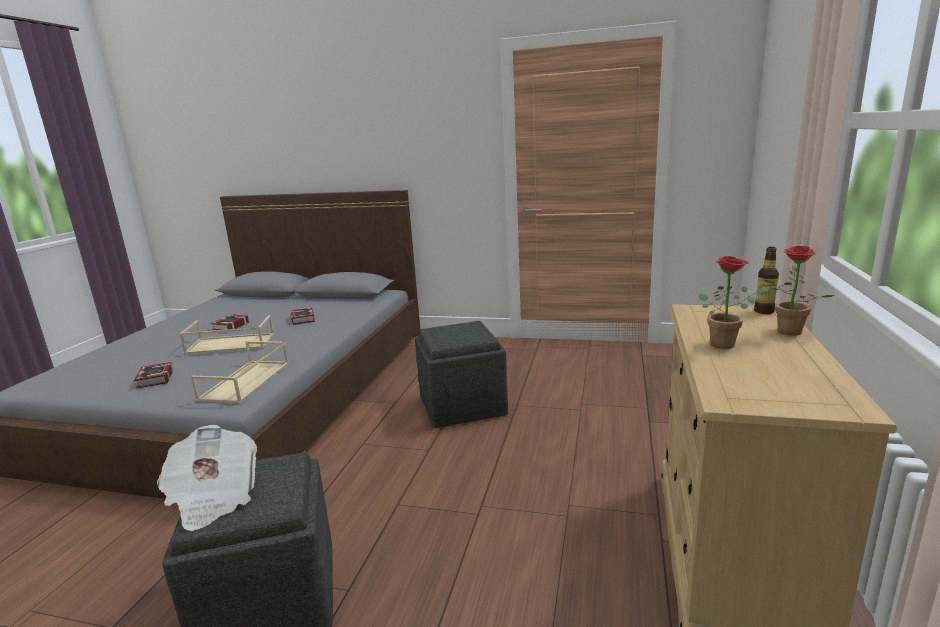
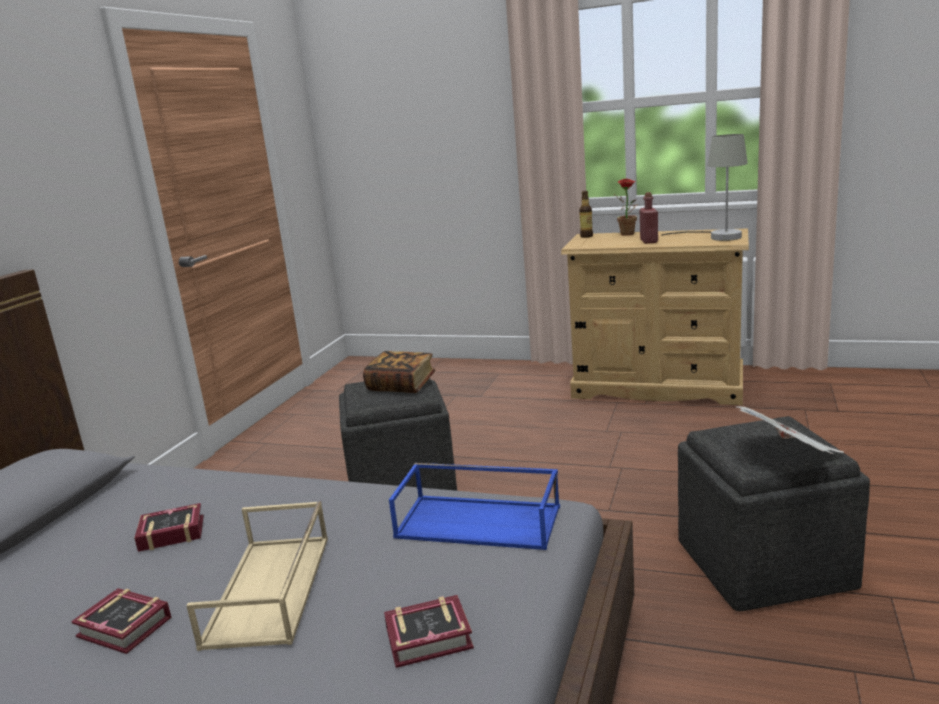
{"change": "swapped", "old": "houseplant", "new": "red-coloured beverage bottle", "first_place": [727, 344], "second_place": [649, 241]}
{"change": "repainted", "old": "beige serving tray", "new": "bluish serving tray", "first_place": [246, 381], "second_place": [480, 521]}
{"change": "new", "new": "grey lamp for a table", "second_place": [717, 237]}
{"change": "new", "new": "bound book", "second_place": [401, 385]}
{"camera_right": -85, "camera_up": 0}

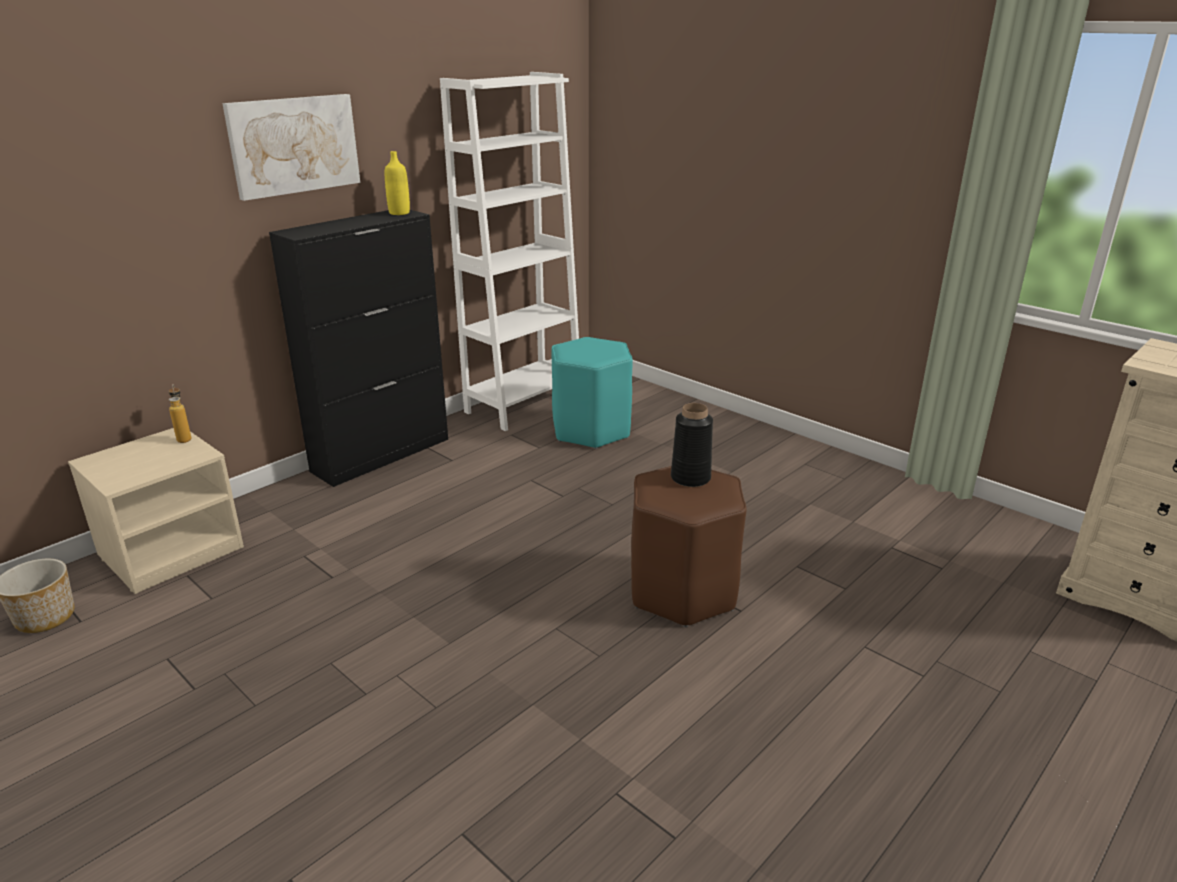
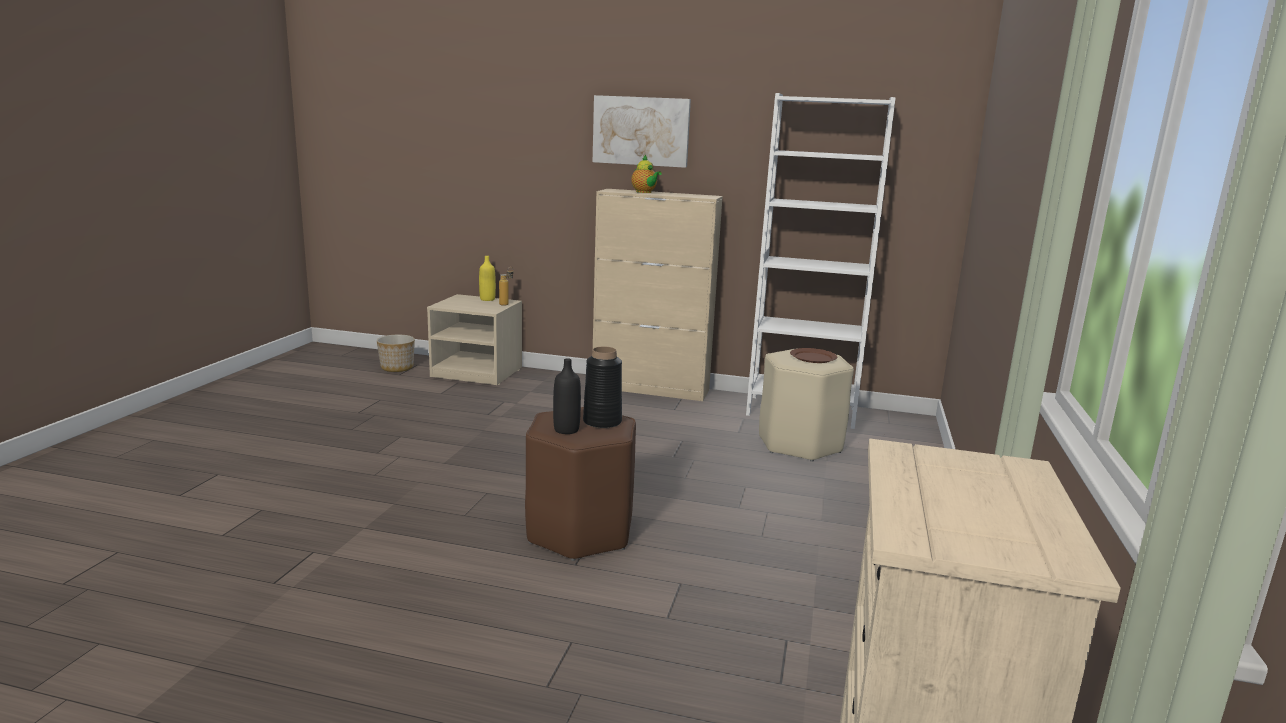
{"change": "shifted", "old": "yellowish beverage bottle", "first_place": [399, 213], "second_place": [487, 299]}
{"change": "repainted", "old": "blackish storage cabinet", "new": "beige storage cabinet", "first_place": [382, 455], "second_place": [651, 389]}
{"change": "repainted", "old": "blue-green sitting stool", "new": "beige sitting stool", "first_place": [591, 430], "second_place": [800, 444]}
{"change": "new", "new": "pot for tea", "second_place": [645, 192]}
{"change": "new", "new": "brown-coloured flat dish", "second_place": [813, 357]}
{"change": "new", "new": "blackish beverage bottle", "second_place": [566, 430]}
{"camera_right": 60, "camera_up": -10}

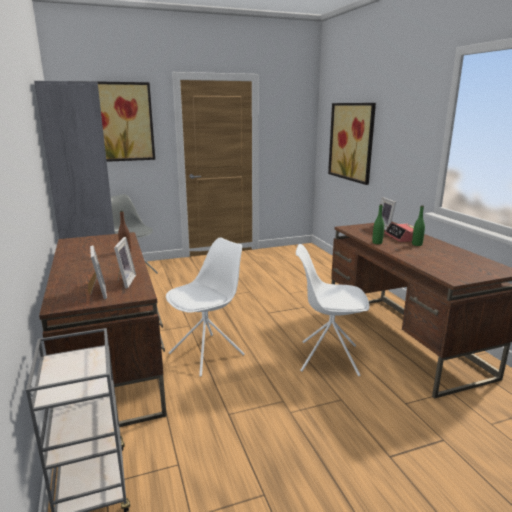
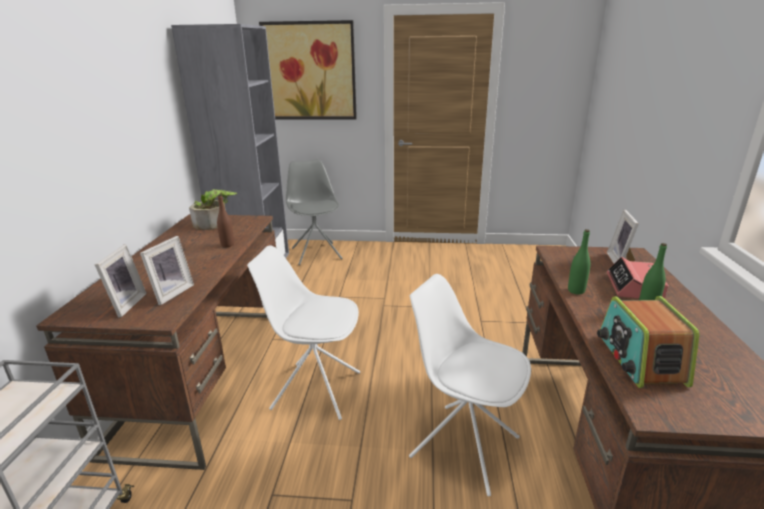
{"change": "gone", "old": "picture", "first_place": [351, 142]}
{"change": "rotated", "old": "whitish plain chair", "first_place": [208, 354], "second_place": [315, 390], "degrees": -150}
{"change": "new", "new": "houseplant", "second_place": [215, 224]}
{"change": "new", "new": "radio", "second_place": [639, 359]}
{"camera_right": 25, "camera_up": 5}

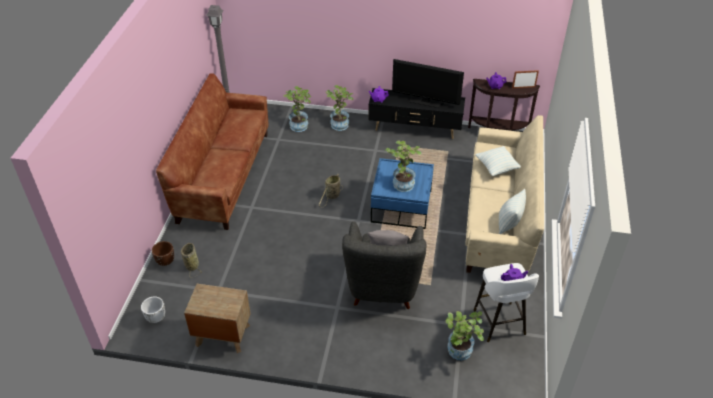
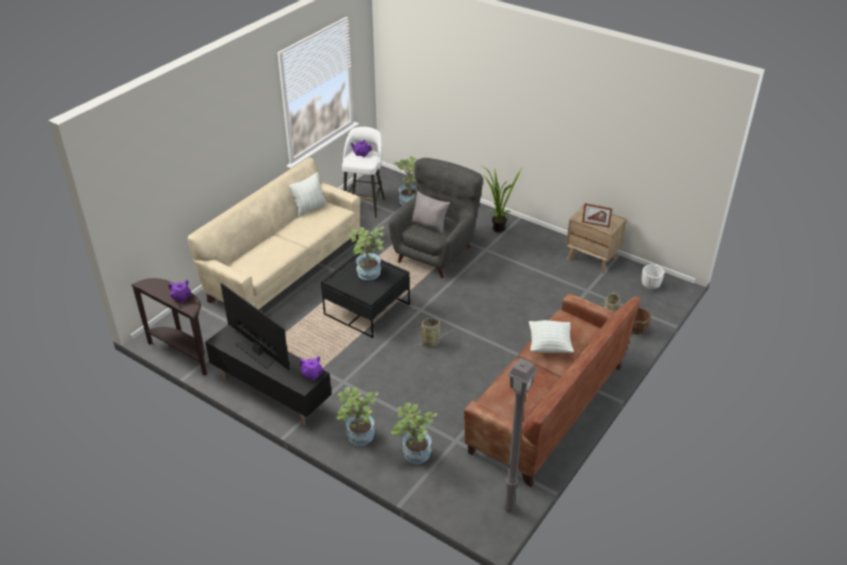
{"change": "shifted", "old": "photo frame", "first_place": [523, 87], "second_place": [595, 224]}
{"change": "shifted", "old": "cushion", "first_place": [496, 168], "second_place": [549, 345]}
{"change": "repainted", "old": "bluish low table", "new": "blackish low table", "first_place": [401, 206], "second_place": [367, 309]}
{"change": "new", "new": "houseplant", "second_place": [496, 228]}
{"camera_right": -155, "camera_up": -5}

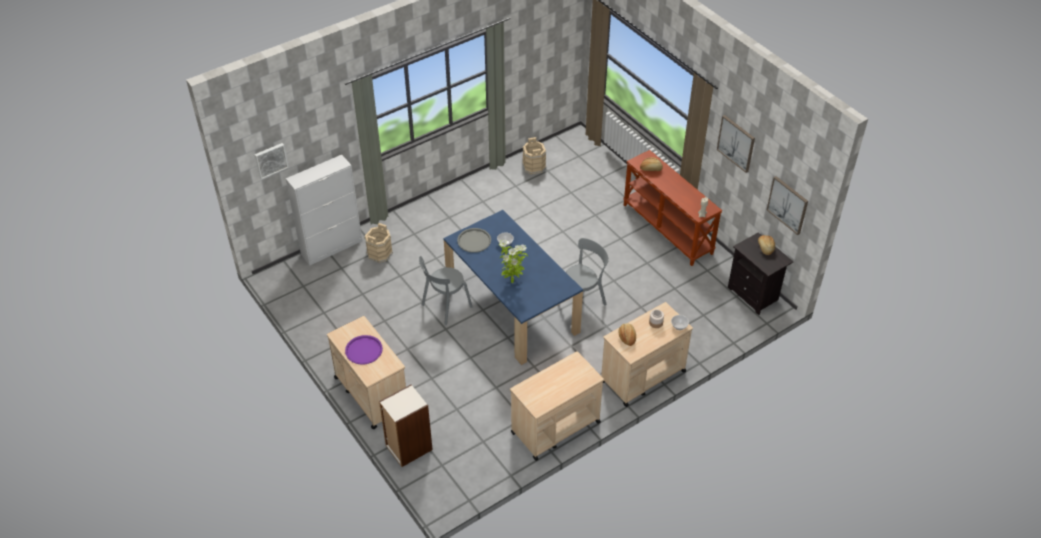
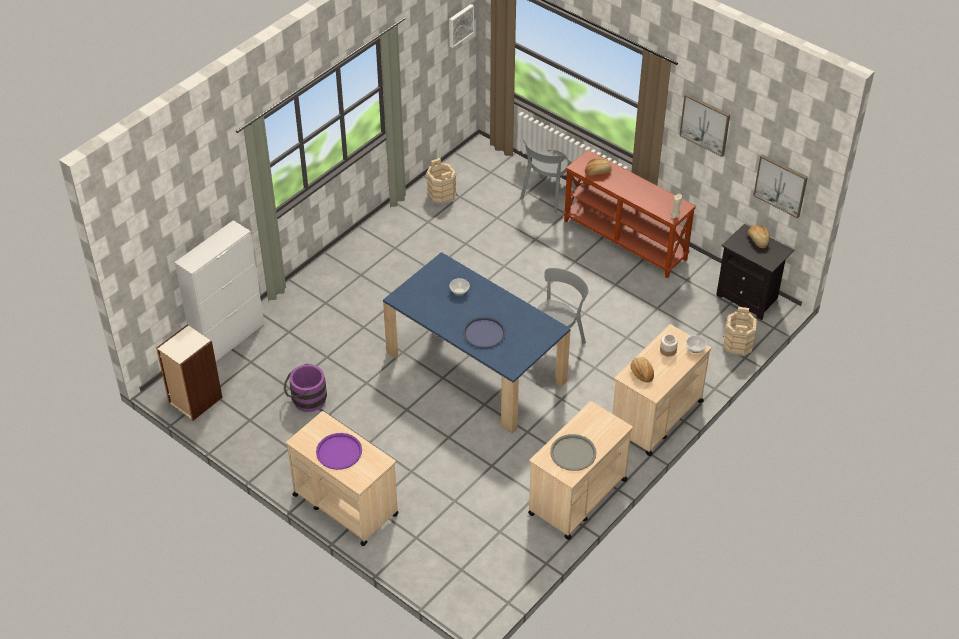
{"change": "shifted", "old": "picture", "first_place": [271, 160], "second_place": [460, 25]}
{"change": "shifted", "old": "beige pail", "first_place": [379, 253], "second_place": [737, 345]}
{"change": "shifted", "old": "grey serving tray", "first_place": [474, 241], "second_place": [573, 453]}
{"change": "swapped", "old": "houseplant", "new": "bluish serving tray", "first_place": [512, 280], "second_place": [484, 333]}
{"change": "shifted", "old": "grey plain chair", "first_place": [445, 307], "second_place": [546, 196]}
{"change": "shifted", "old": "bookshelf", "first_place": [408, 448], "second_place": [195, 401]}
{"change": "new", "new": "purple pail", "second_place": [306, 399]}
{"camera_right": -15, "camera_up": 0}

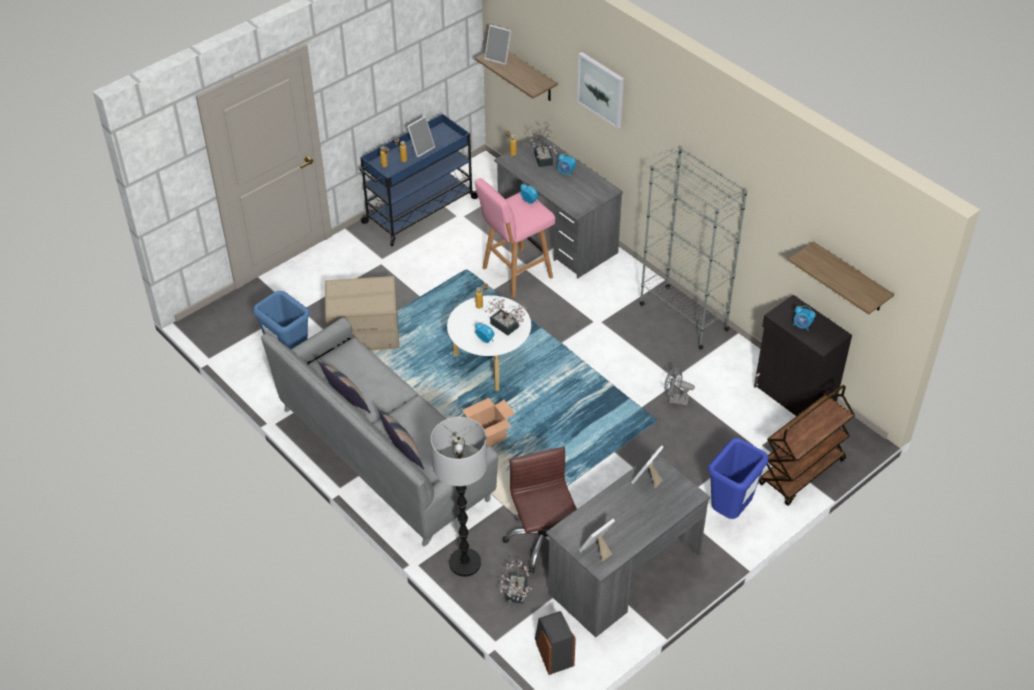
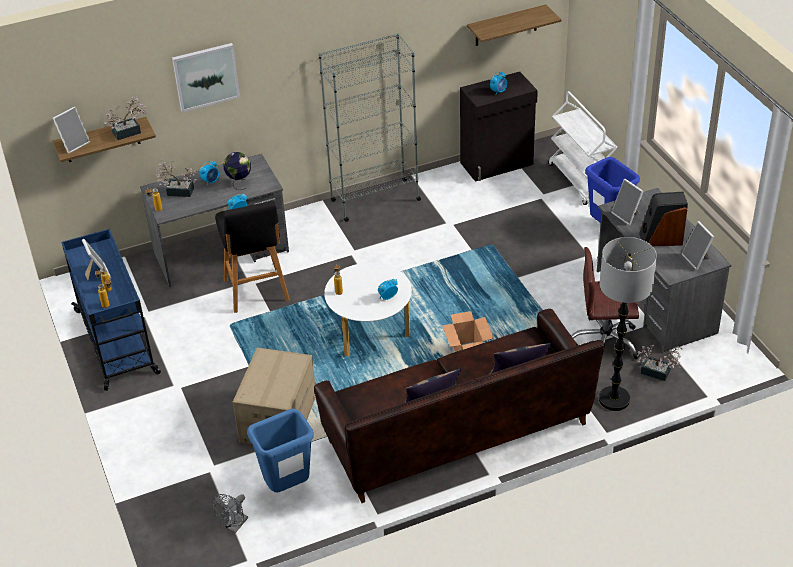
{"change": "repainted", "old": "pinkish sitting stool", "new": "blackish sitting stool", "first_place": [515, 273], "second_place": [257, 292]}
{"change": "shifted", "old": "houseplant", "first_place": [506, 327], "second_place": [130, 131]}
{"change": "repainted", "old": "grey settee", "new": "brown-coloured settee", "first_place": [383, 454], "second_place": [457, 432]}
{"change": "shifted", "old": "grey electric fan", "first_place": [675, 400], "second_place": [234, 526]}
{"change": "repainted", "old": "brown-coloured trolley", "new": "whitish trolley", "first_place": [802, 473], "second_place": [581, 181]}
{"change": "shifted", "old": "loudspeaker", "first_place": [553, 653], "second_place": [661, 238]}
{"change": "new", "new": "globe", "second_place": [239, 183]}
{"camera_right": -70, "camera_up": -5}

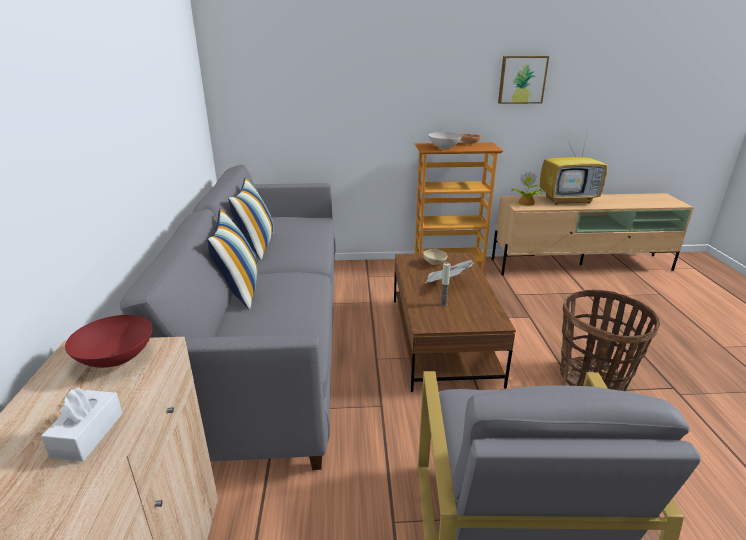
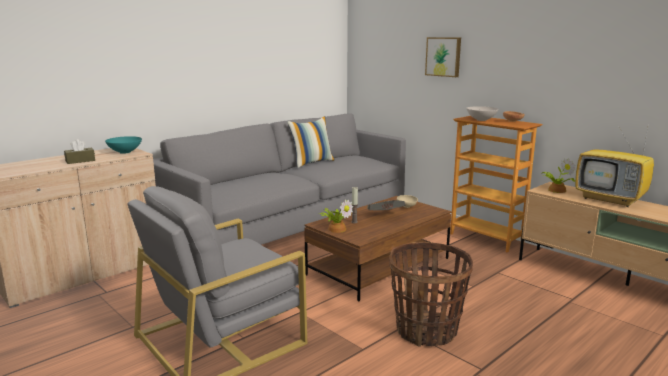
{"change": "shifted", "old": "picture", "first_place": [522, 79], "second_place": [443, 56]}
{"change": "gone", "old": "cushion", "first_place": [239, 290]}
{"change": "repainted", "old": "red-coloured deep dish", "new": "blue-green deep dish", "first_place": [117, 359], "second_place": [125, 152]}
{"change": "repainted", "old": "whitish tissue holder", "new": "brown-coloured tissue holder", "first_place": [88, 434], "second_place": [80, 161]}
{"change": "new", "new": "houseplant", "second_place": [337, 228]}
{"camera_right": 50, "camera_up": -10}

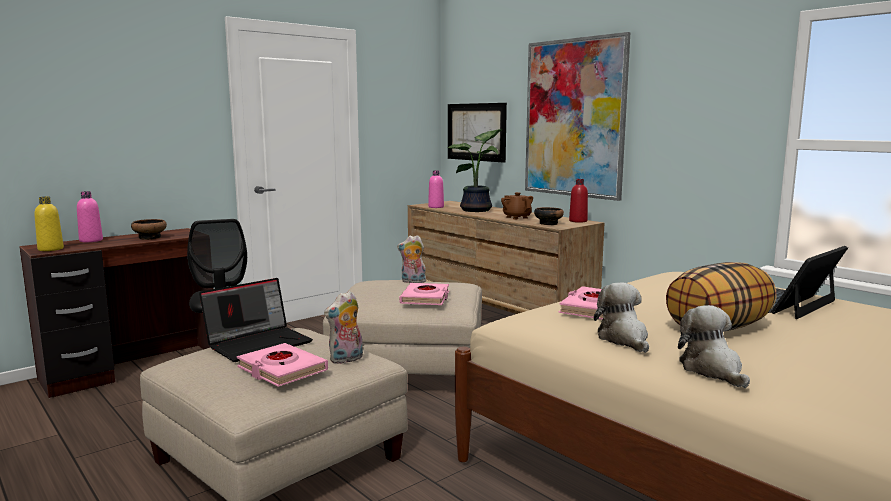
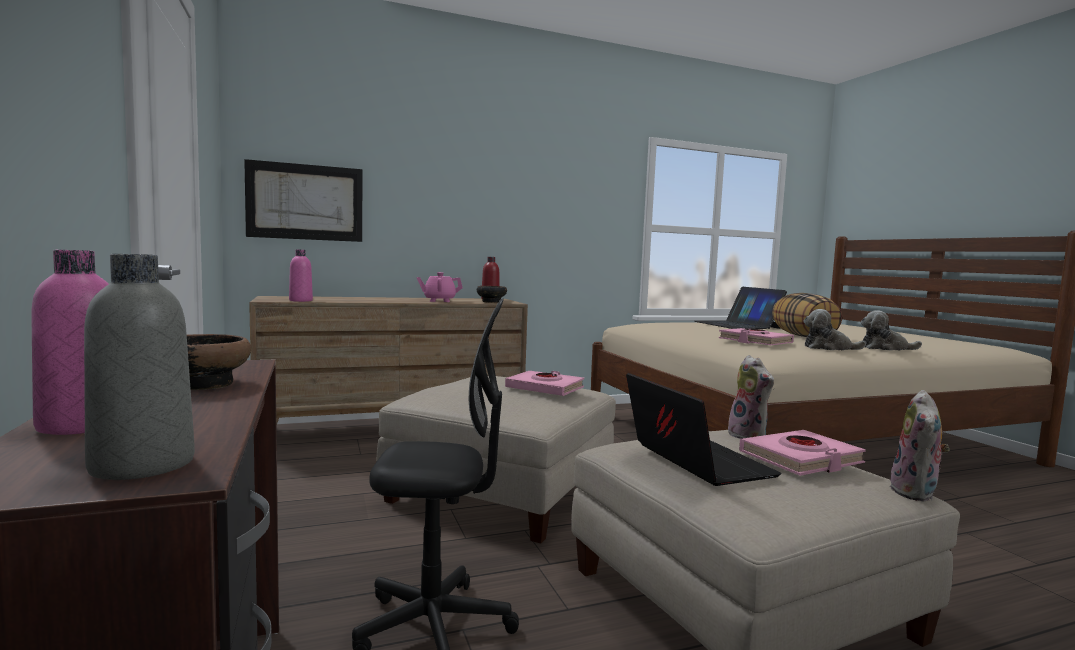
{"change": "gone", "old": "picture", "first_place": [574, 118]}
{"change": "gone", "old": "houseplant", "first_place": [478, 210]}
{"change": "repainted", "old": "brown-coloured pot for tea", "new": "pinkish pot for tea", "first_place": [517, 217], "second_place": [439, 301]}
{"change": "repainted", "old": "yellowish beverage bottle", "new": "grey beverage bottle", "first_place": [50, 249], "second_place": [142, 465]}
{"change": "shifted", "old": "soft toy", "first_place": [412, 282], "second_place": [916, 493]}
{"camera_right": -70, "camera_up": -5}

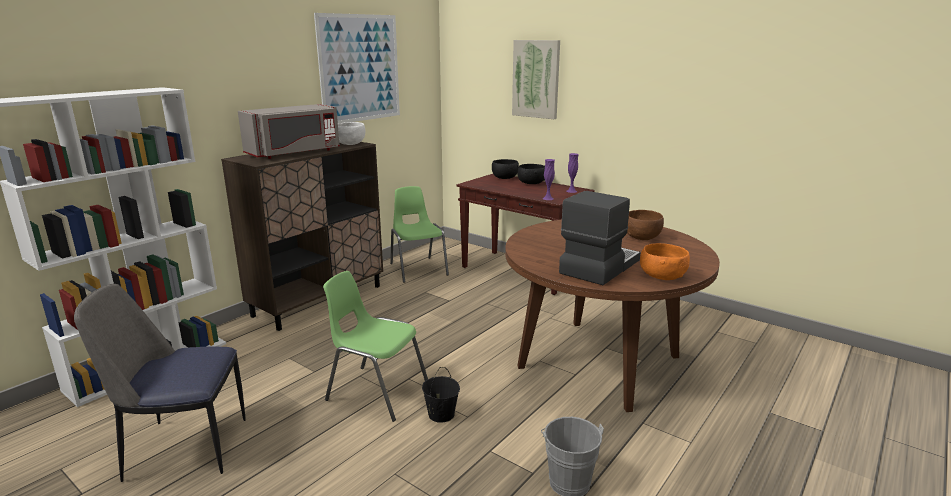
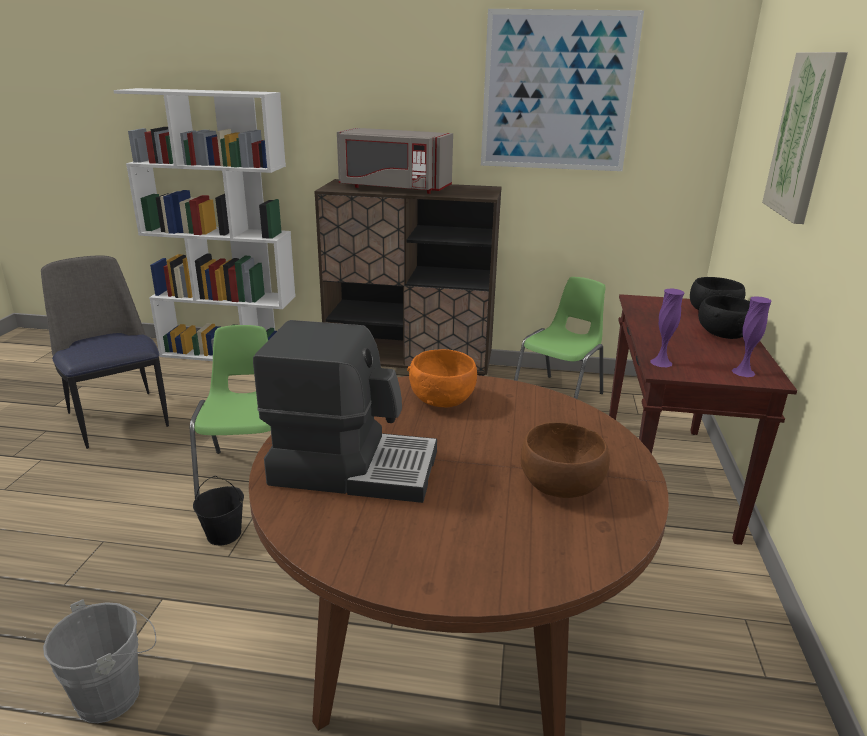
{"change": "gone", "old": "whitish deep dish", "first_place": [350, 144]}
{"change": "shifted", "old": "orange-coloured deep dish", "first_place": [662, 276], "second_place": [442, 399]}
{"camera_right": 60, "camera_up": 5}

